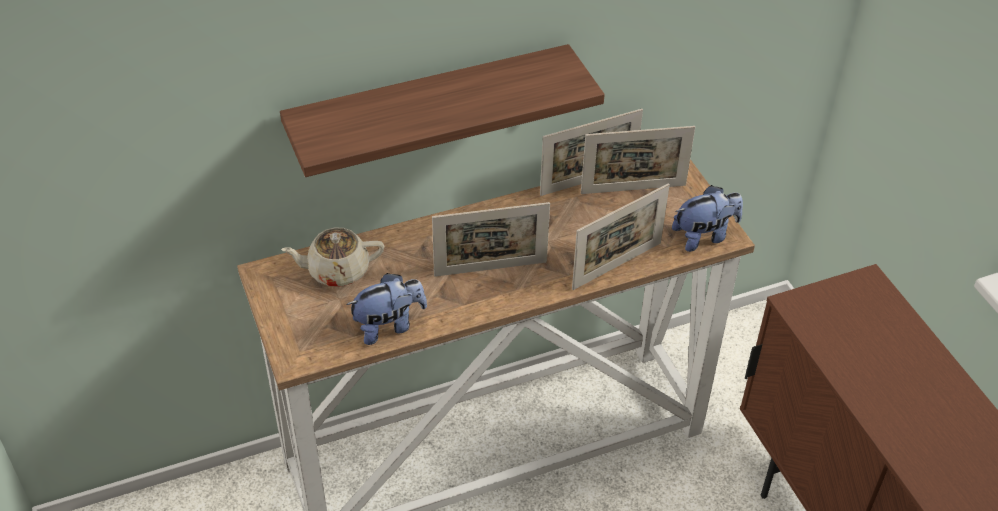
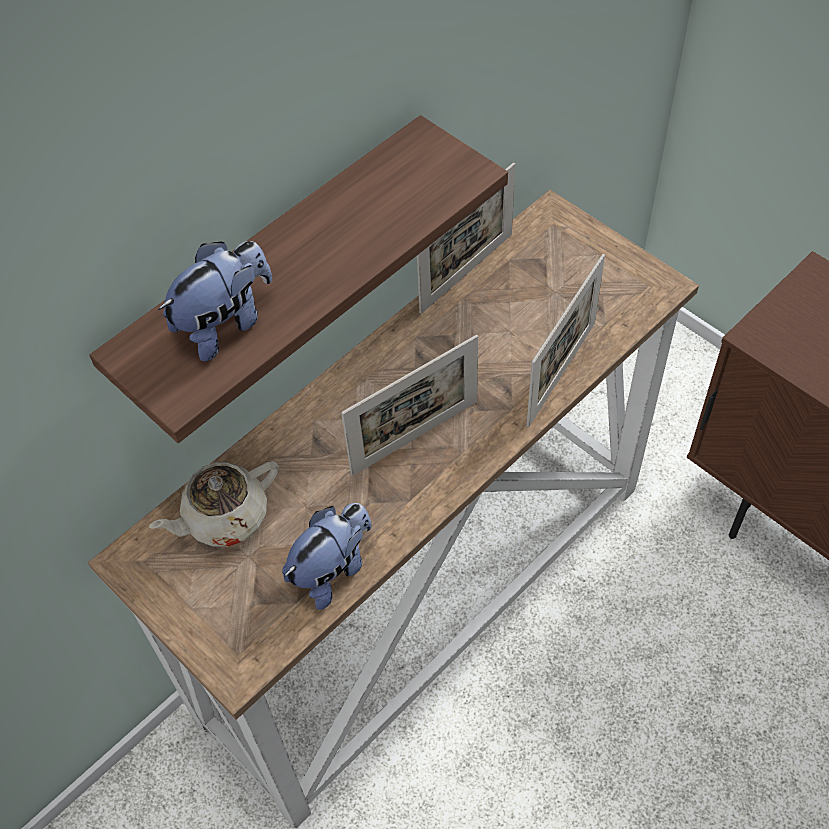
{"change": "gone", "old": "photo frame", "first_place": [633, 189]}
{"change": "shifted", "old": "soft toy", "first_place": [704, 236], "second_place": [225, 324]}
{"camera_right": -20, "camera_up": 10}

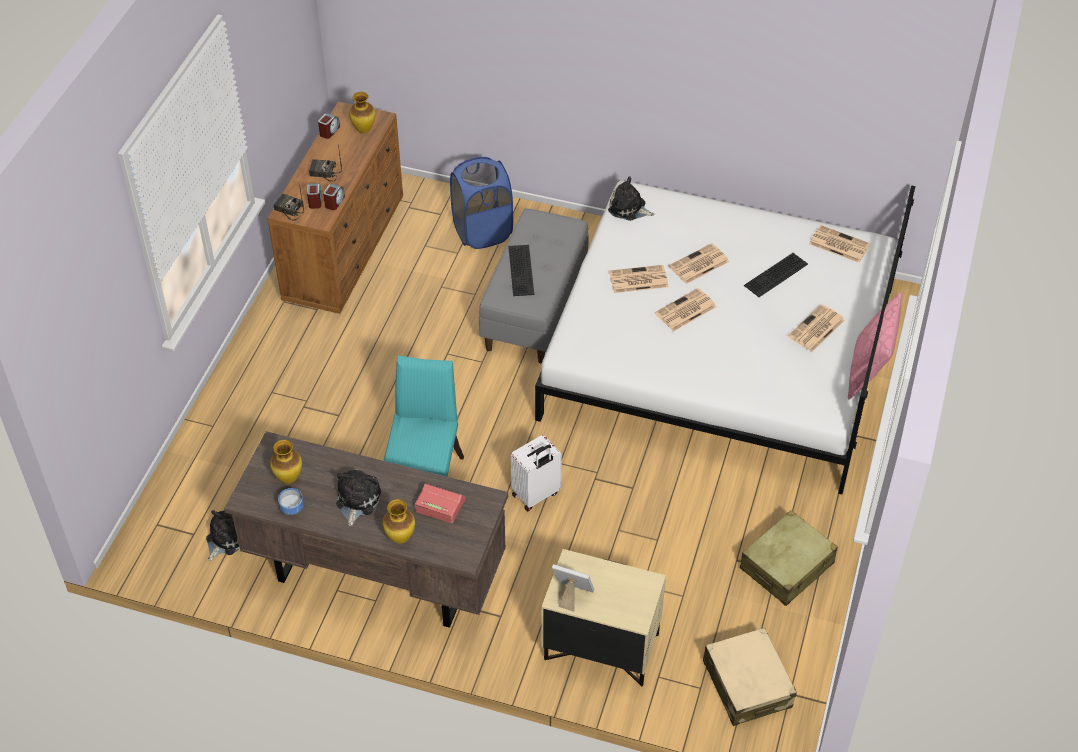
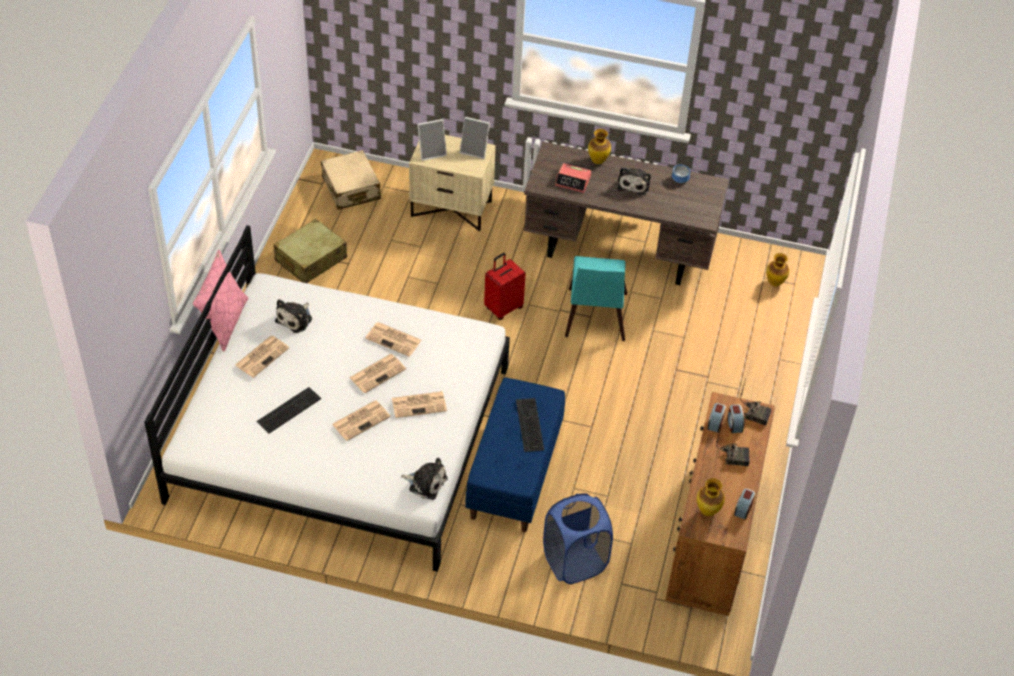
{"change": "repainted", "old": "grey long seat", "new": "bluish long seat", "first_place": [535, 309], "second_place": [514, 473]}
{"change": "shifted", "old": "daily paper", "first_place": [838, 244], "second_place": [394, 339]}
{"change": "repainted", "old": "whitish travel case", "new": "red-coloured travel case", "first_place": [536, 495], "second_place": [503, 308]}
{"change": "shifted", "old": "decorative vase", "first_place": [289, 479], "second_place": [774, 283]}
{"change": "shifted", "old": "soft toy", "first_place": [225, 539], "second_place": [295, 319]}
{"change": "new", "new": "photo frame", "second_place": [431, 152]}
{"camera_right": 175, "camera_up": 0}

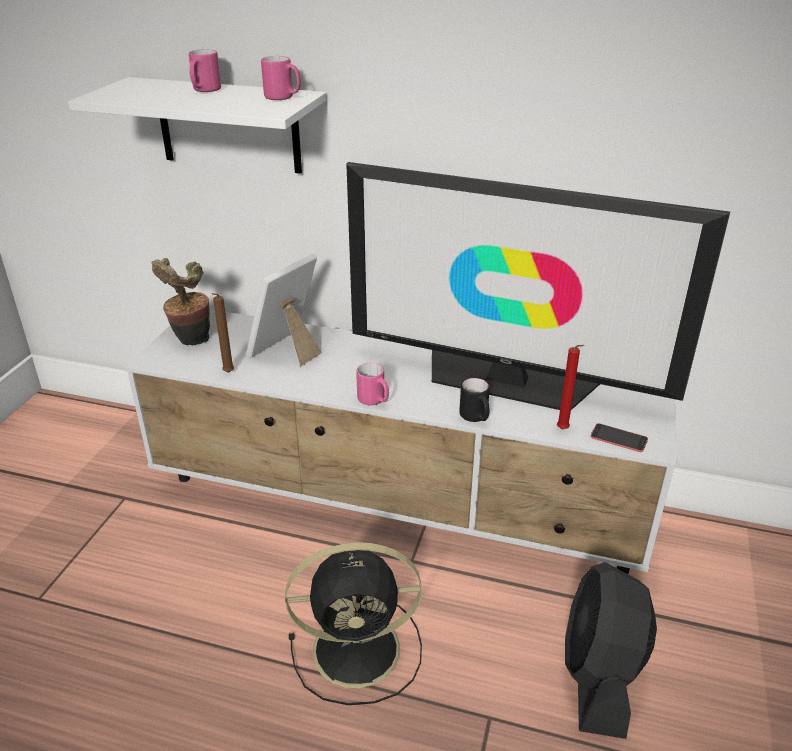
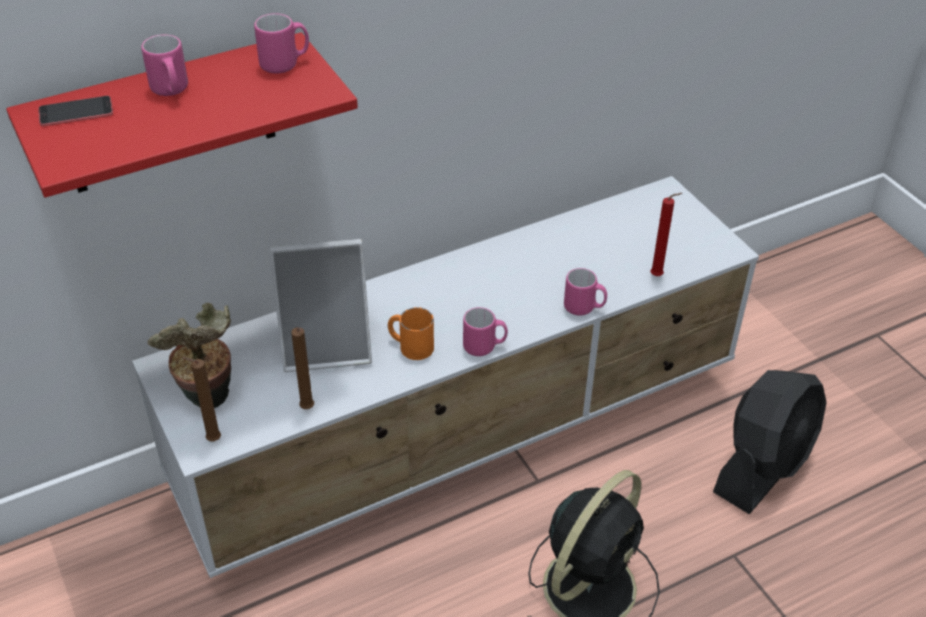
{"change": "repainted", "old": "whitish wall shelf", "new": "red-coloured wall shelf", "first_place": [228, 126], "second_place": [170, 116]}
{"change": "gone", "old": "TV", "first_place": [506, 381]}
{"change": "rotated", "old": "photo frame", "first_place": [288, 350], "second_place": [327, 346], "degrees": -90}
{"change": "repainted", "old": "blackish tea mug", "new": "pinkish tea mug", "first_place": [476, 418], "second_place": [584, 308]}
{"change": "shifted", "old": "handset", "first_place": [618, 438], "second_place": [76, 111]}
{"change": "rotated", "old": "blackish electric fan", "first_place": [599, 676], "second_place": [763, 466], "degrees": -105}
{"change": "new", "new": "orange-coloured tea mug", "second_place": [410, 345]}
{"change": "new", "new": "brown-coloured wax candle", "second_place": [211, 440]}
{"camera_right": -45, "camera_up": 10}

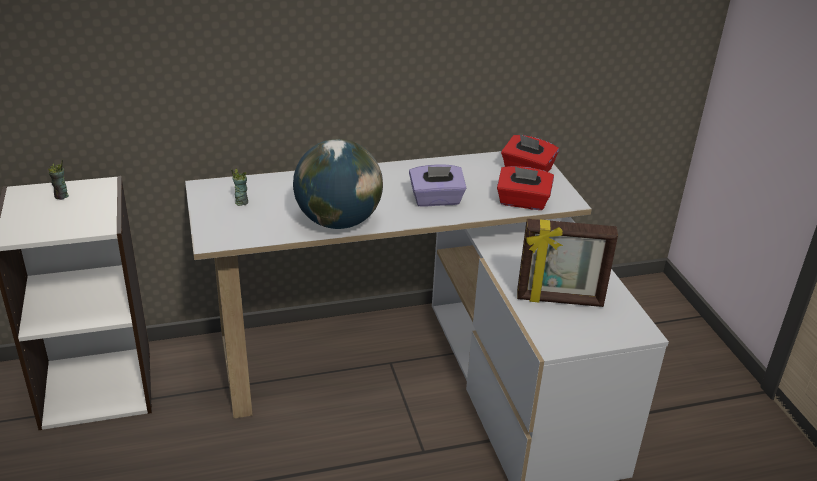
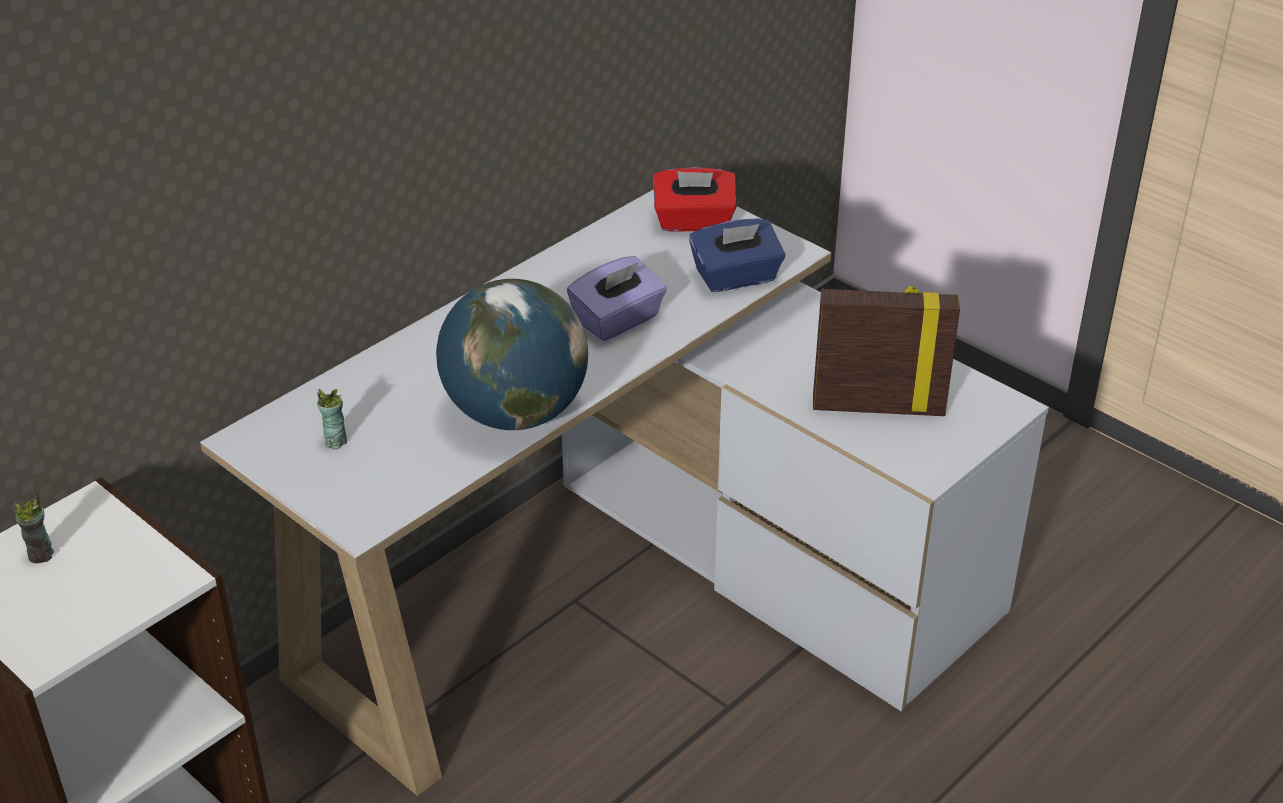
{"change": "repainted", "old": "red-coloured tissue holder", "new": "bluish tissue holder", "first_place": [522, 202], "second_place": [736, 277]}
{"change": "rotated", "old": "photo frame", "first_place": [559, 300], "second_place": [878, 406], "degrees": -150}
{"camera_right": -30, "camera_up": 5}

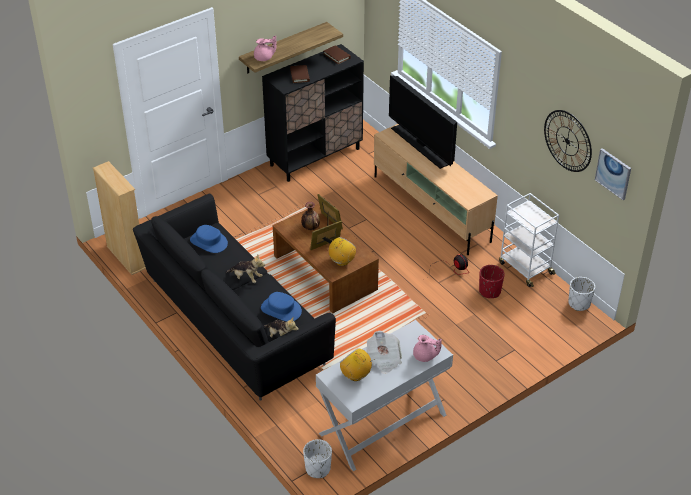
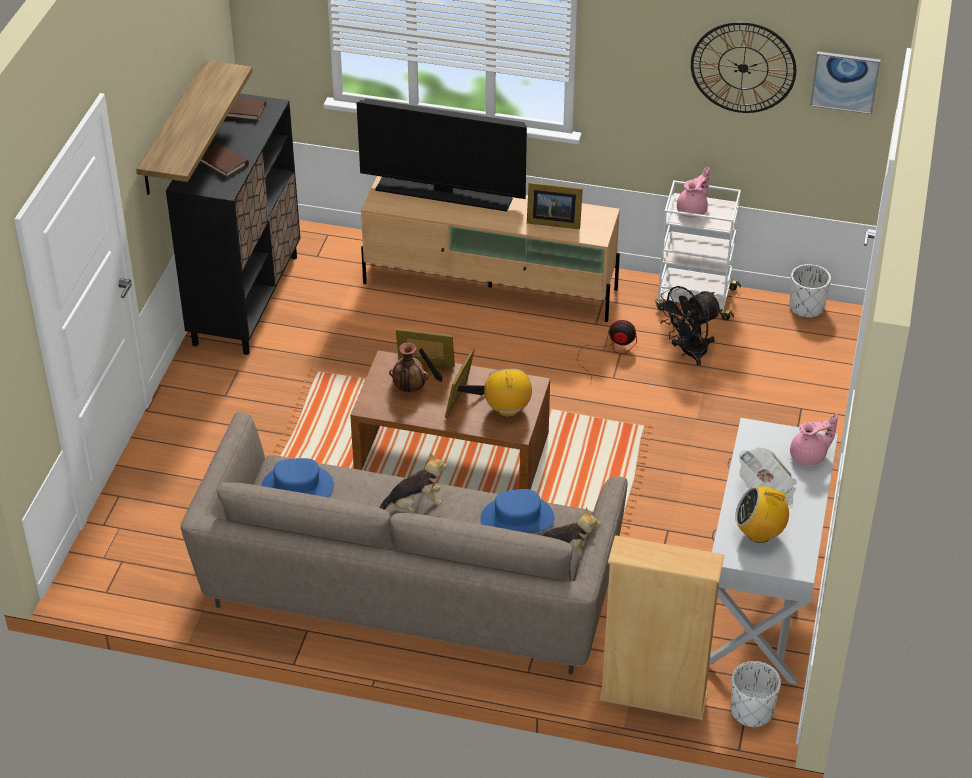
{"change": "shifted", "old": "pinkish pot for tea", "first_place": [264, 58], "second_place": [693, 210]}
{"change": "shifted", "old": "beige bookshelf", "first_place": [126, 257], "second_place": [653, 697]}
{"change": "repainted", "old": "blackish settee", "new": "beige settee", "first_place": [233, 323], "second_place": [408, 594]}
{"change": "swapped", "old": "red-coloured plant pot", "new": "blackish electric fan", "first_place": [490, 291], "second_place": [688, 352]}
{"change": "new", "new": "photo frame", "second_place": [552, 221]}
{"camera_right": -40, "camera_up": 0}

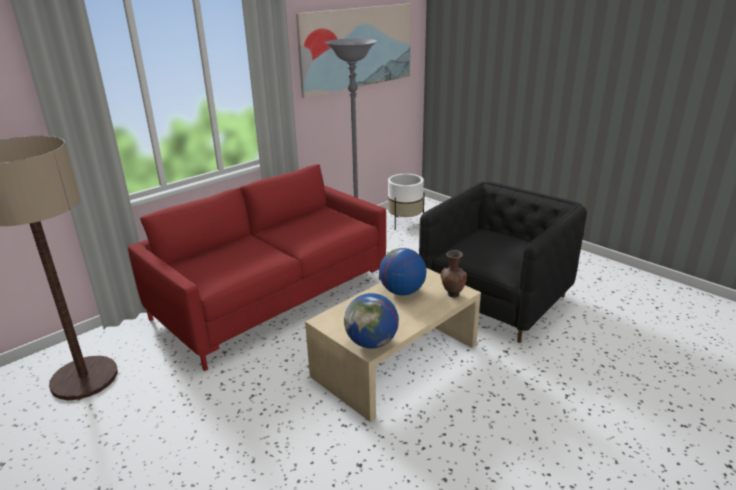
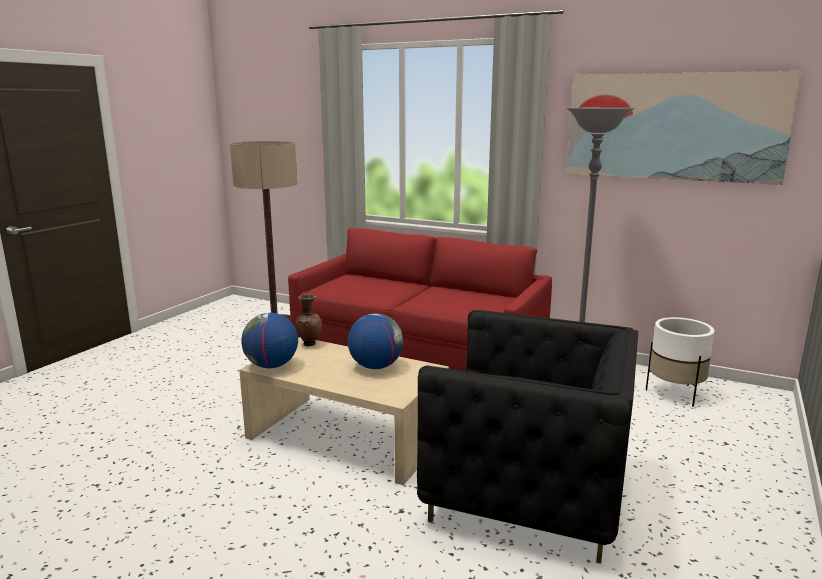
{"change": "shifted", "old": "brown-coloured decorative vase", "first_place": [452, 295], "second_place": [309, 344]}
{"camera_right": 70, "camera_up": -10}

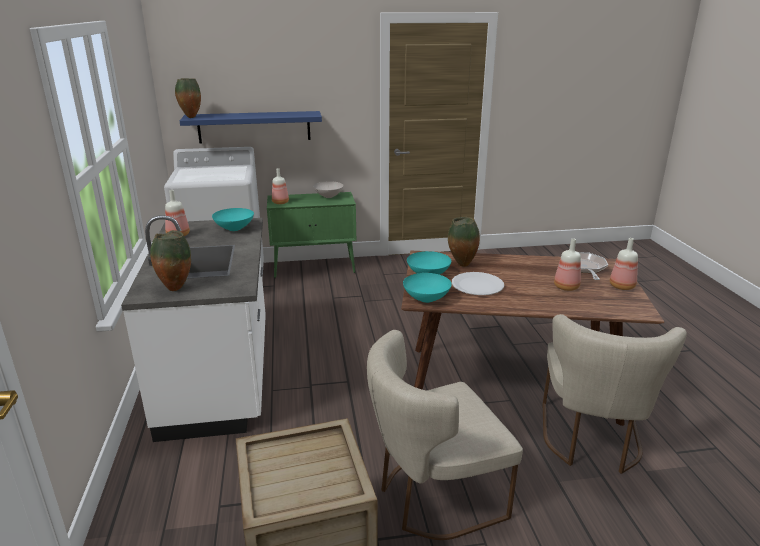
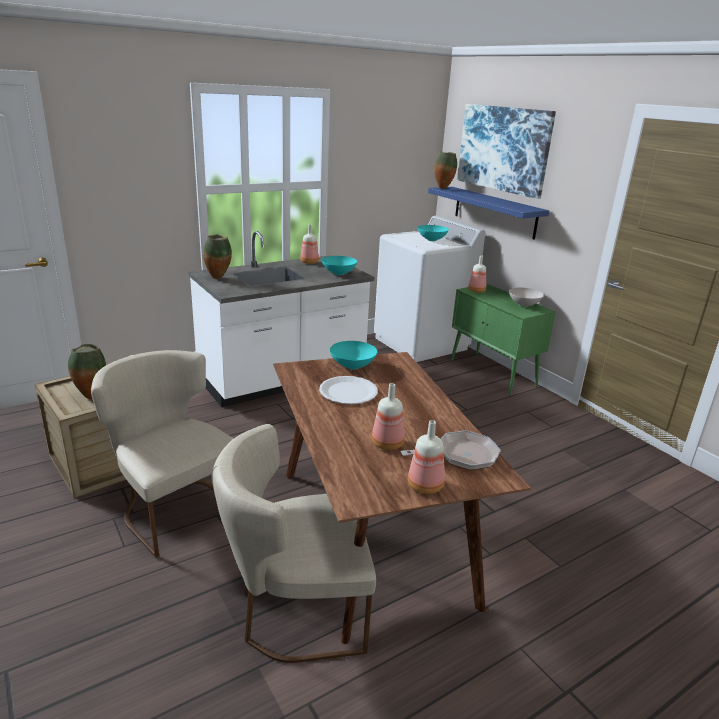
{"change": "shifted", "old": "decorative vase", "first_place": [461, 265], "second_place": [91, 396]}
{"change": "shifted", "old": "blue-green deep dish", "first_place": [426, 299], "second_place": [432, 239]}
{"change": "new", "new": "picture", "second_place": [503, 149]}
{"camera_right": 65, "camera_up": 0}

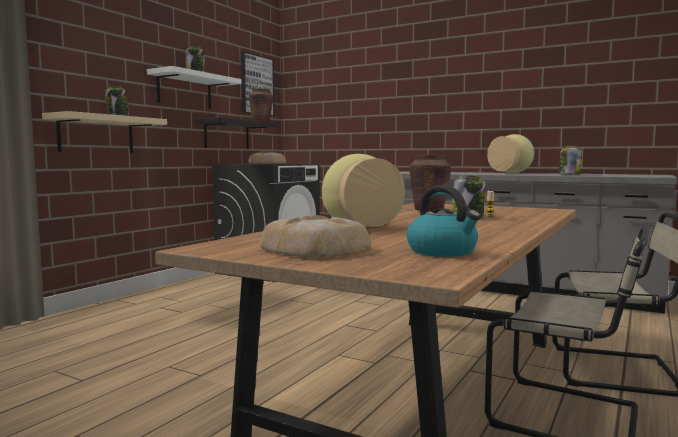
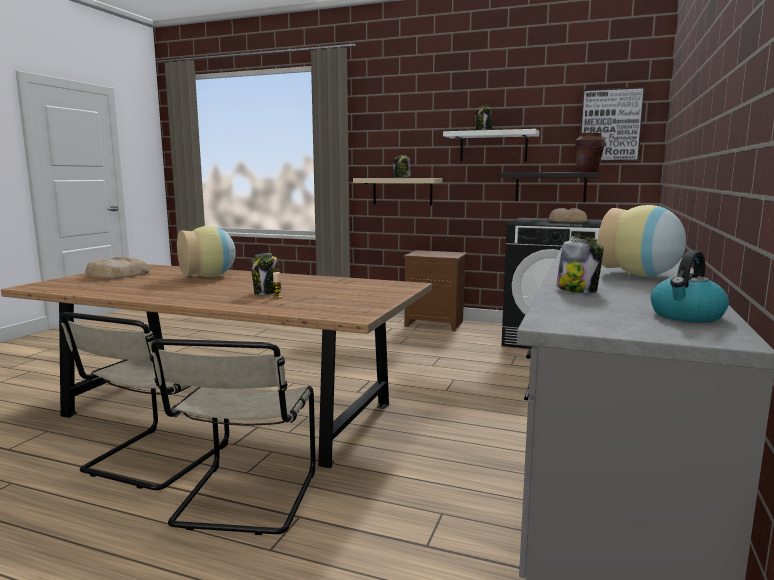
{"change": "gone", "old": "brown-coloured decorative vase", "first_place": [429, 210]}
{"change": "shifted", "old": "tea kettle", "first_place": [443, 252], "second_place": [686, 316]}
{"change": "new", "new": "brown-coloured bedside table", "second_place": [436, 323]}
{"camera_right": 80, "camera_up": 5}

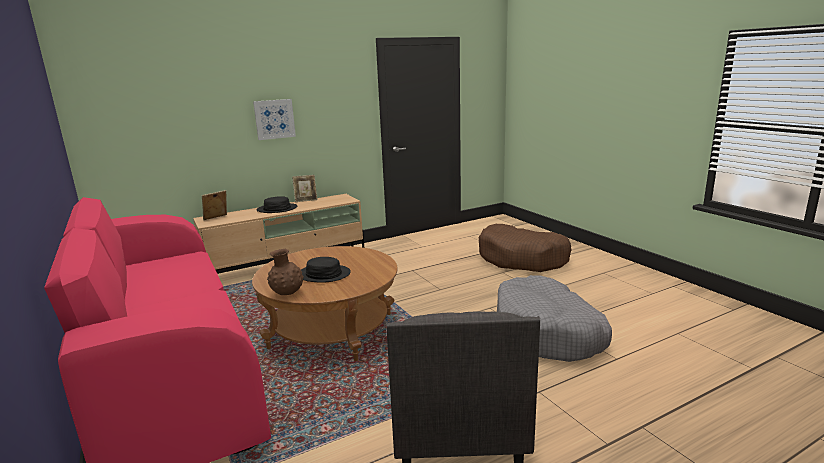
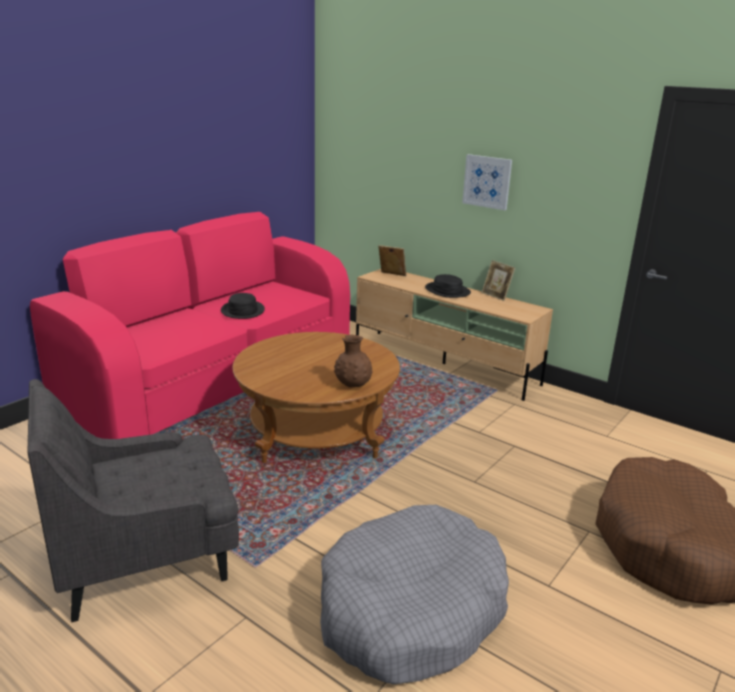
{"change": "shifted", "old": "brown-coloured decorative vase", "first_place": [287, 294], "second_place": [353, 385]}
{"change": "shifted", "old": "blackish wearable hat", "first_place": [323, 274], "second_place": [242, 310]}
{"camera_right": 65, "camera_up": 5}

